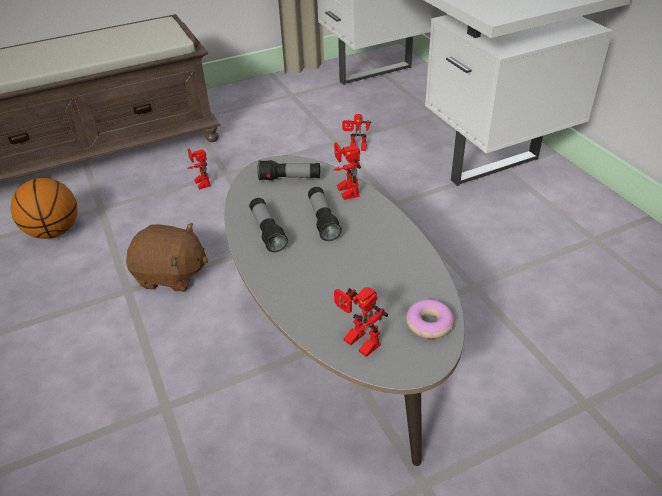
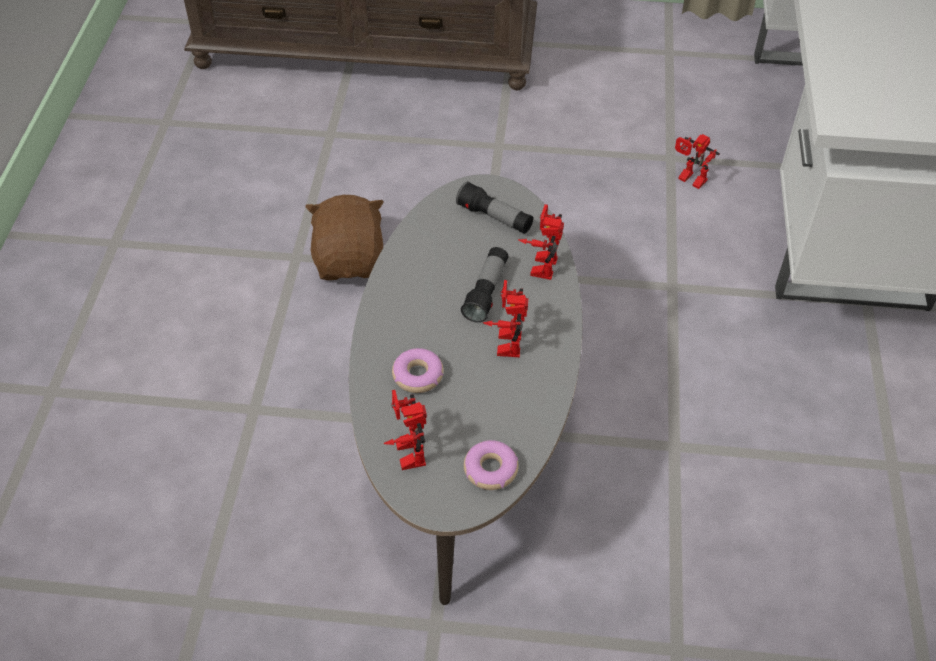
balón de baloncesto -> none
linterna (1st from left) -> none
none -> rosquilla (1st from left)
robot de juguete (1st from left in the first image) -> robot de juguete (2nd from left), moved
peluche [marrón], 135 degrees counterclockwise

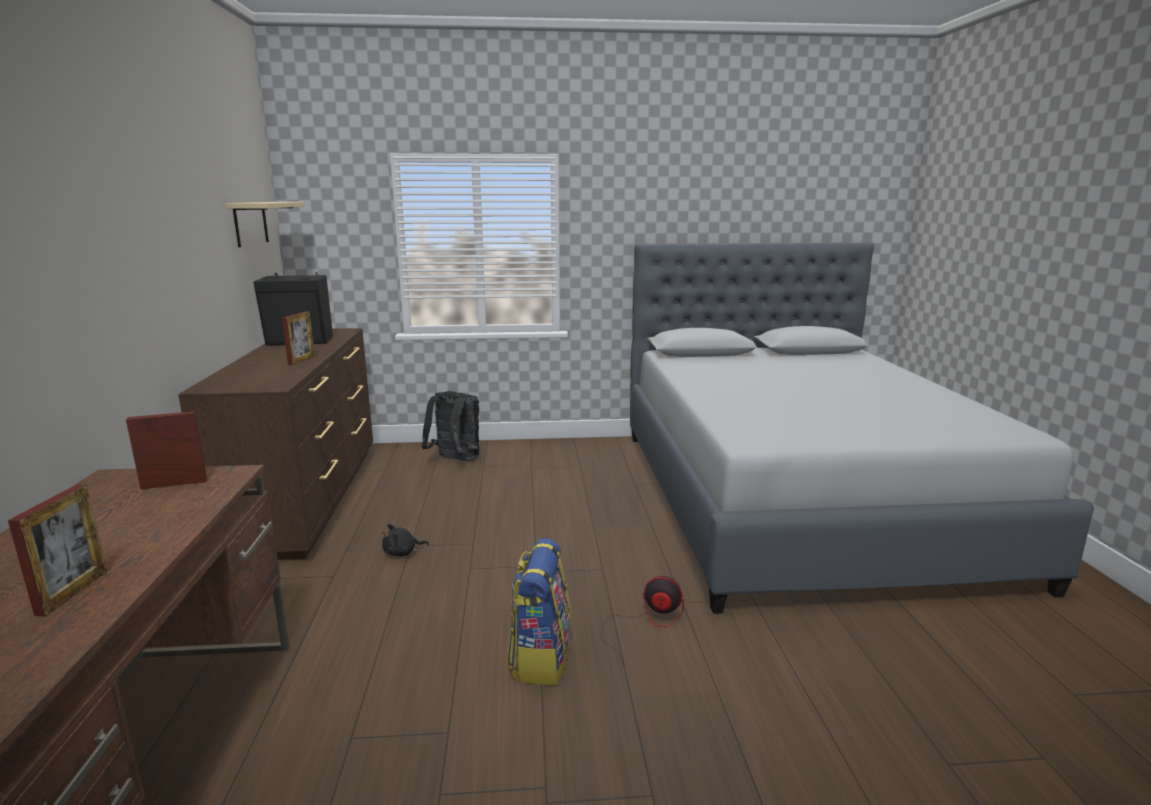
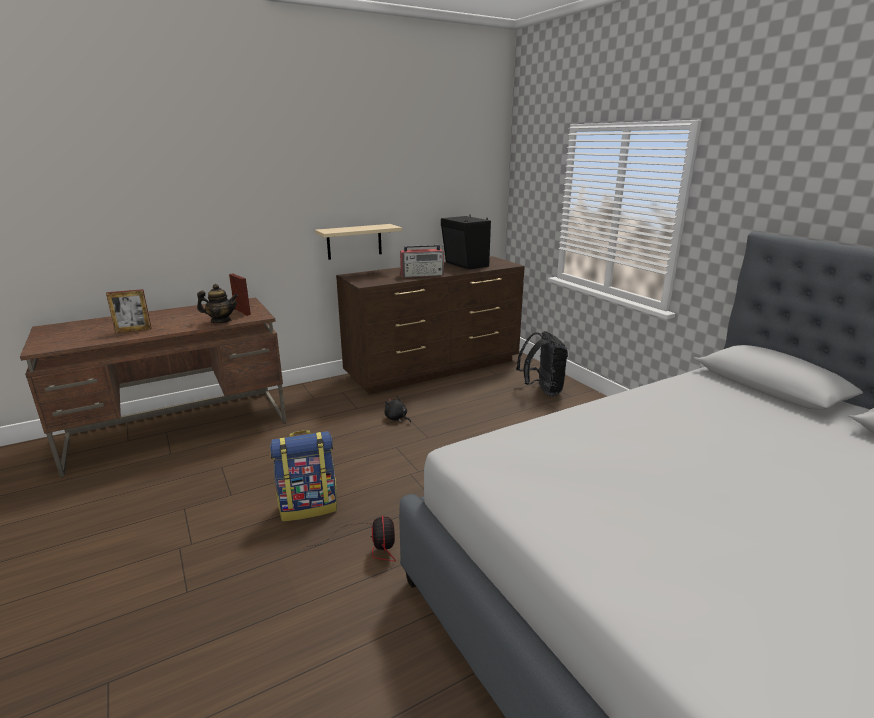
none -> tetera
estante [beis], moved
portarretratos (3rd from left) -> radio

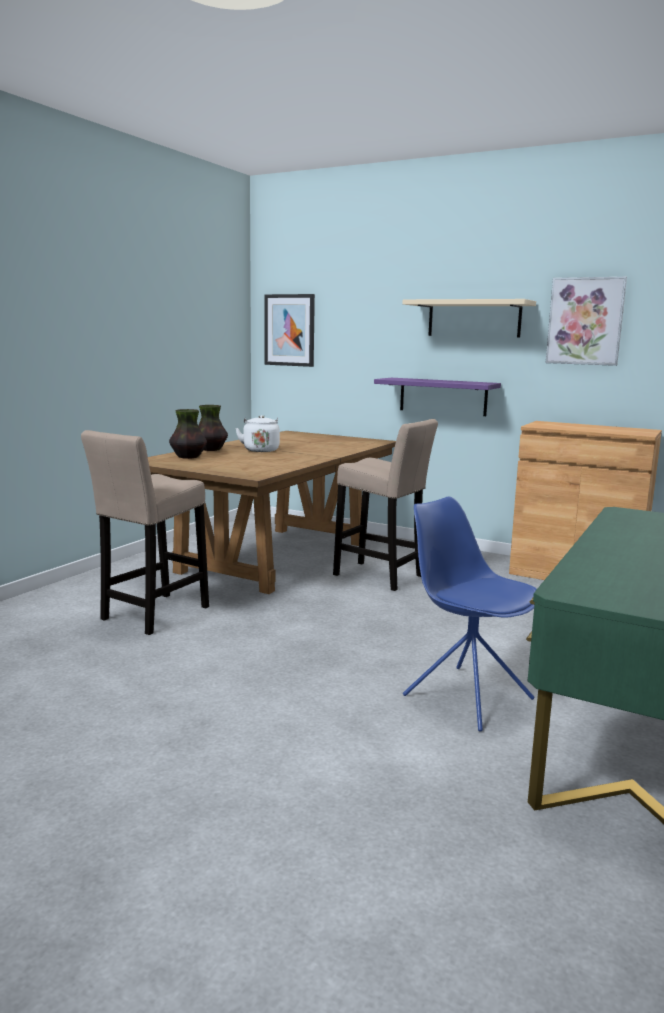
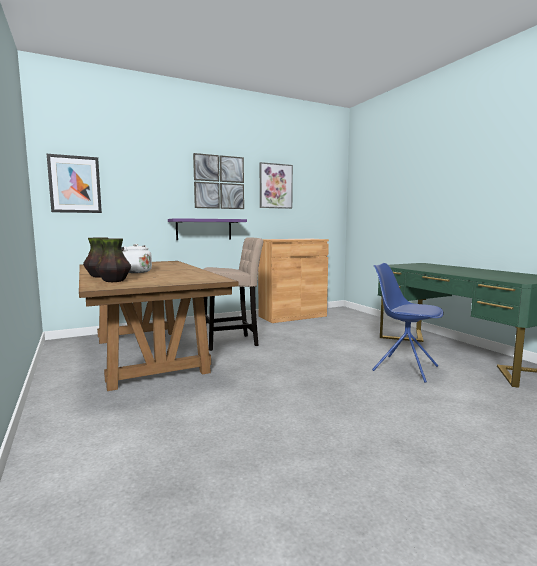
taburete [beis] (1st from left) -> none
estante [beis] -> cuadro (2nd from left)
silla [azul], 45 degrees clockwise

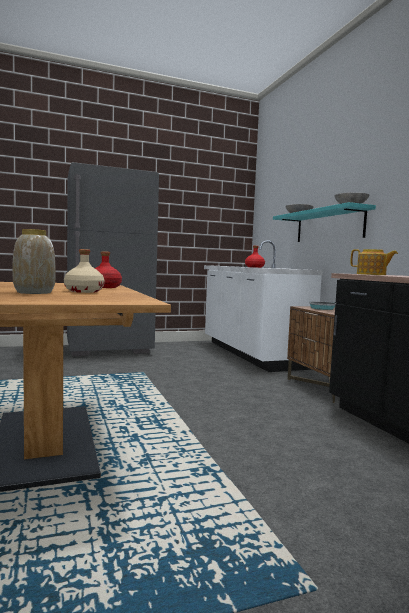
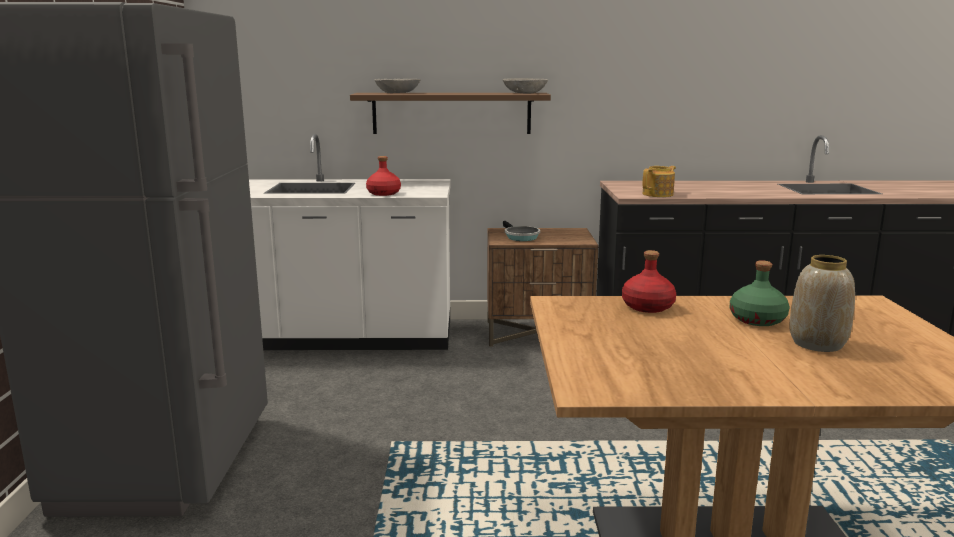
botella [beis] -> botella [verde]
estante [turquesa] -> estante [marrón]

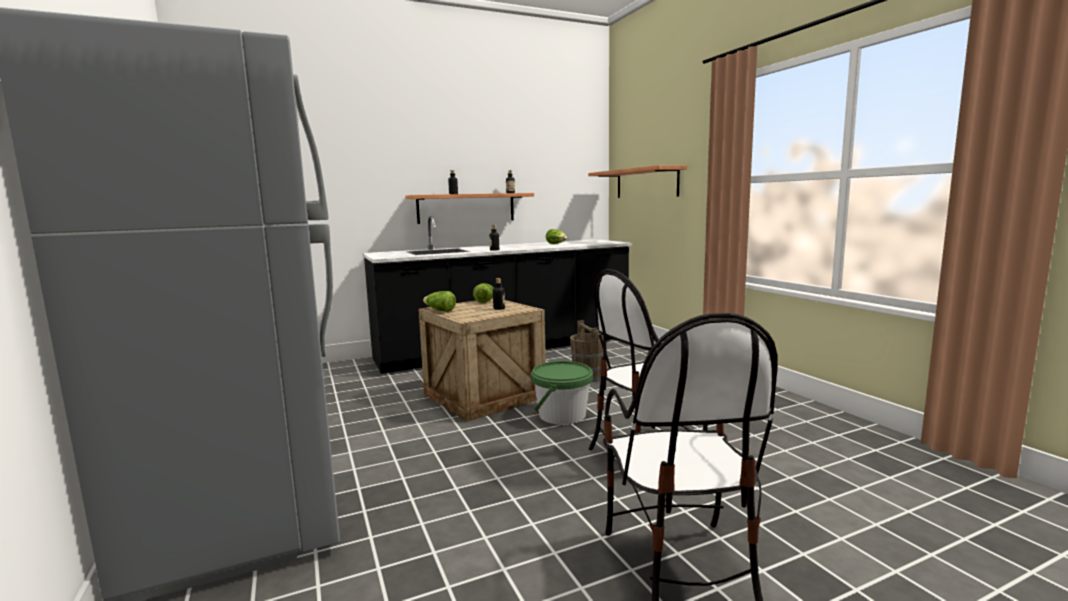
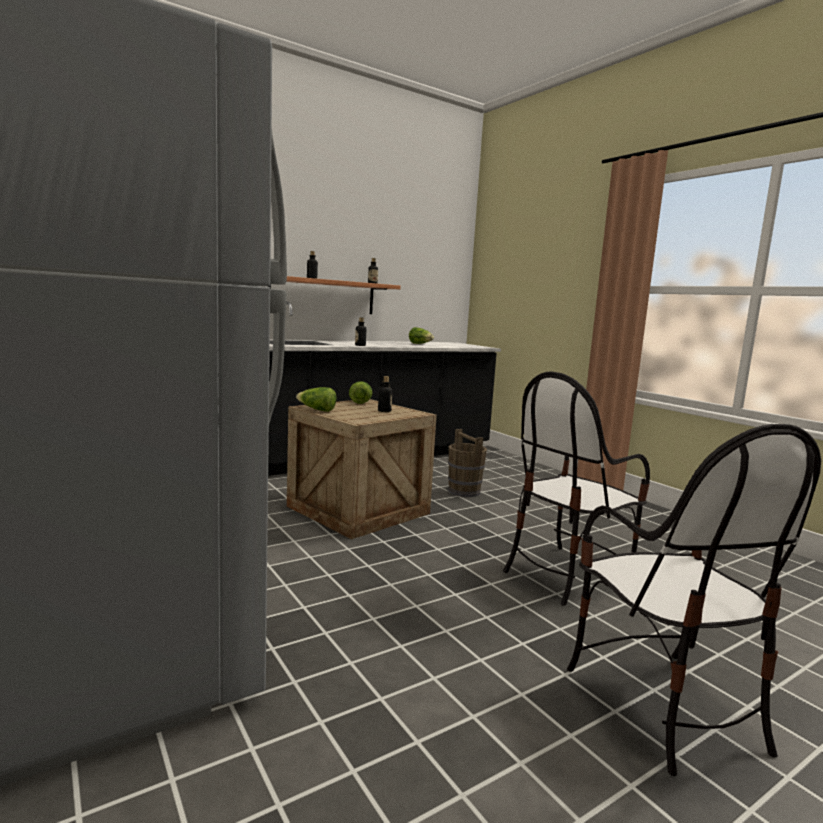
cubo [verde] -> none
estante (2nd from left) -> none

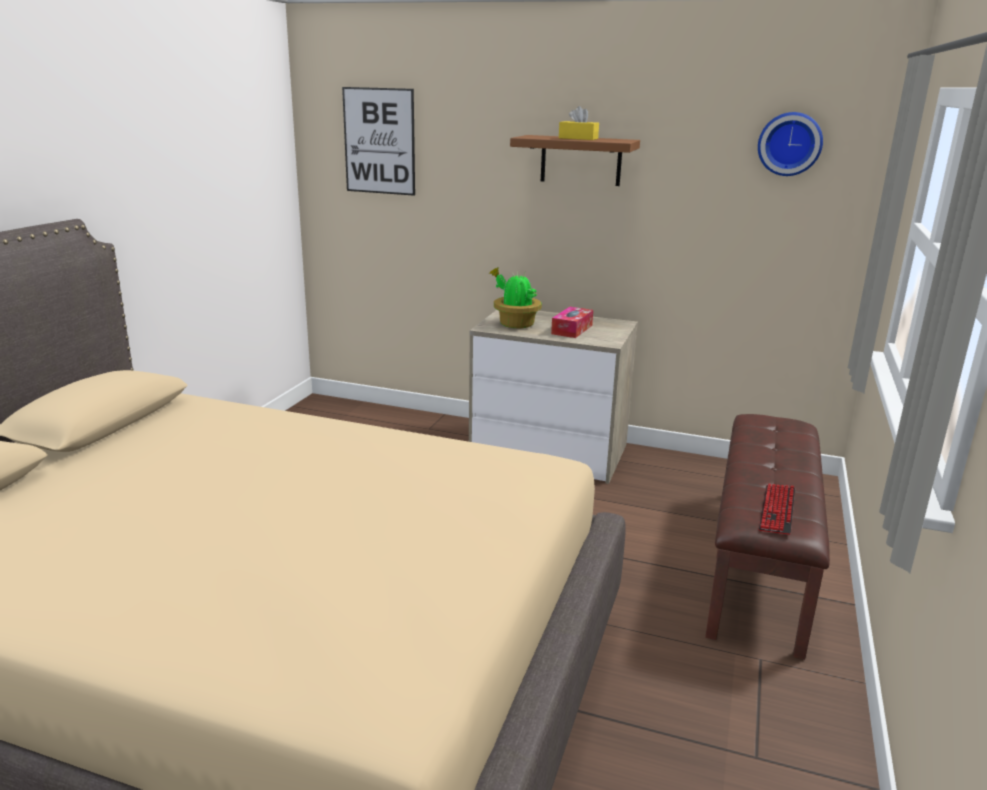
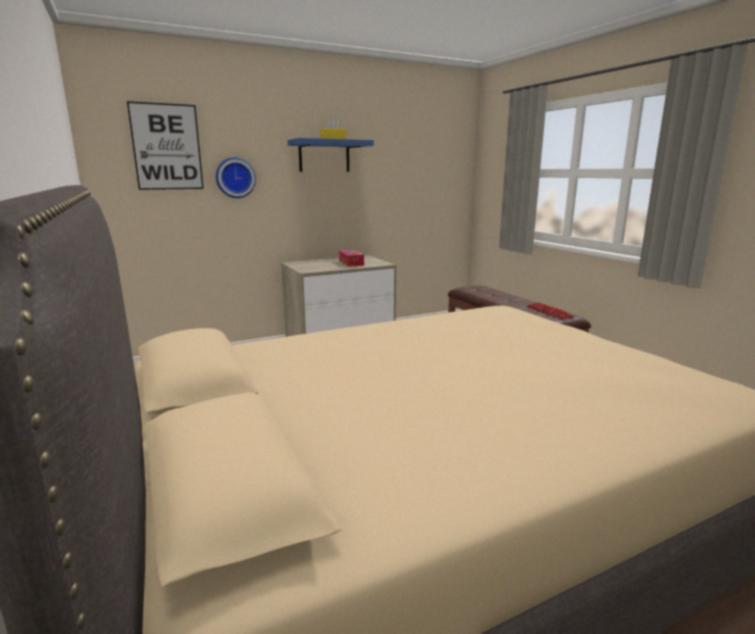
planta en maceta -> none
reloj de pared, moved
estante [marrón] -> estante [azul]

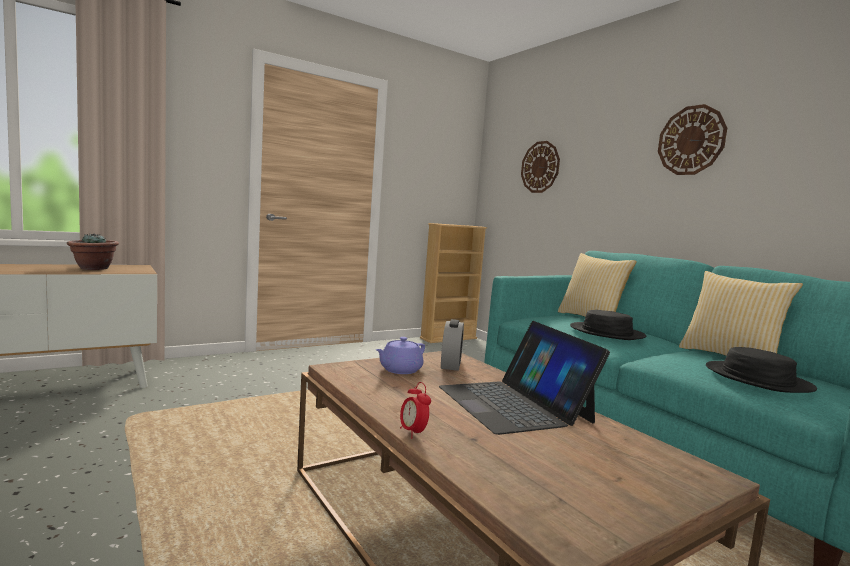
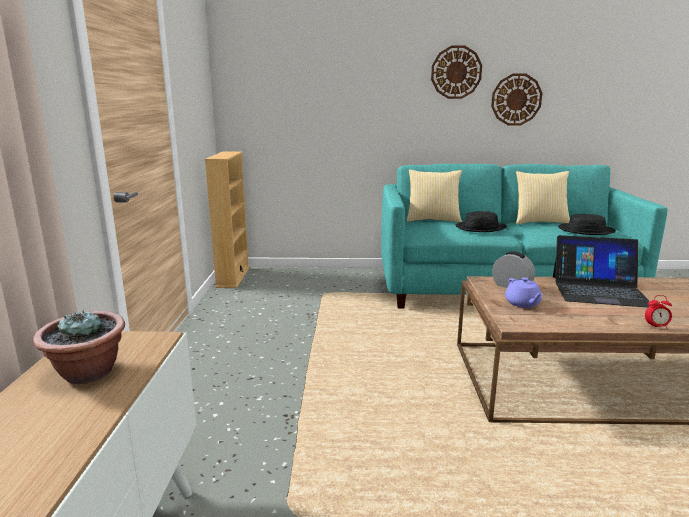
reloj de pared (1st from left in the first image) -> reloj de pared (2nd from left), moved

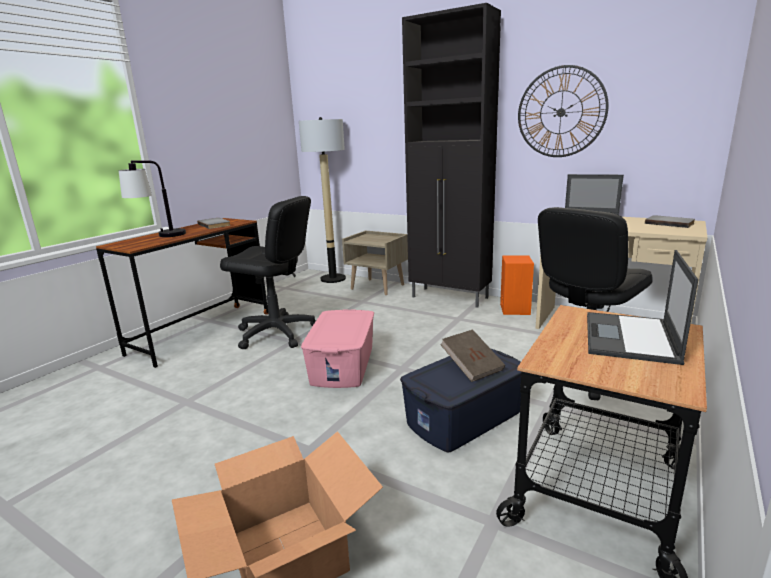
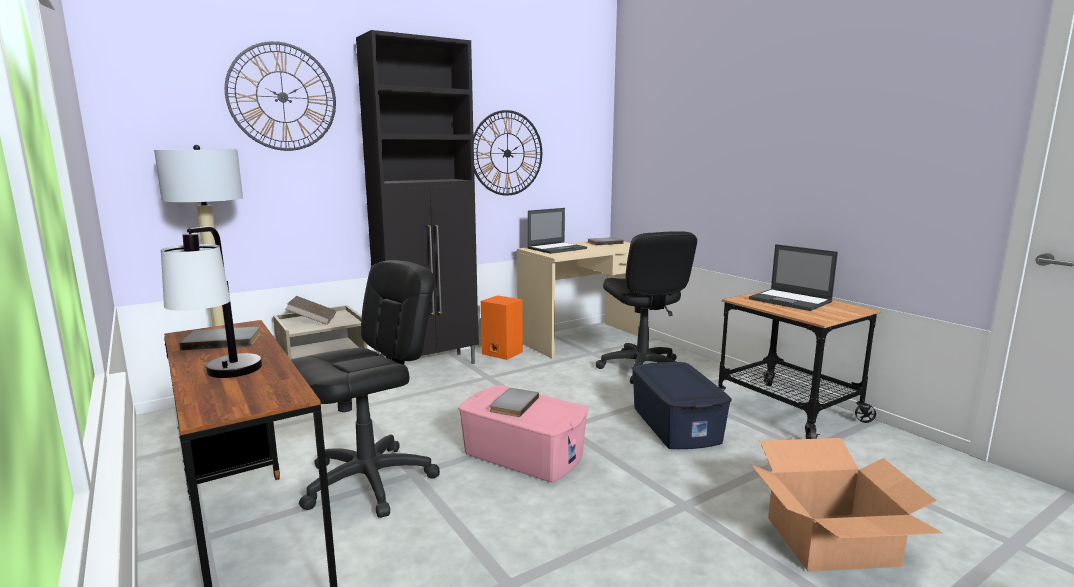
none -> reloj de pared (1st from left)
none -> libro [gris] (2nd from left)
libro [marrón], moved

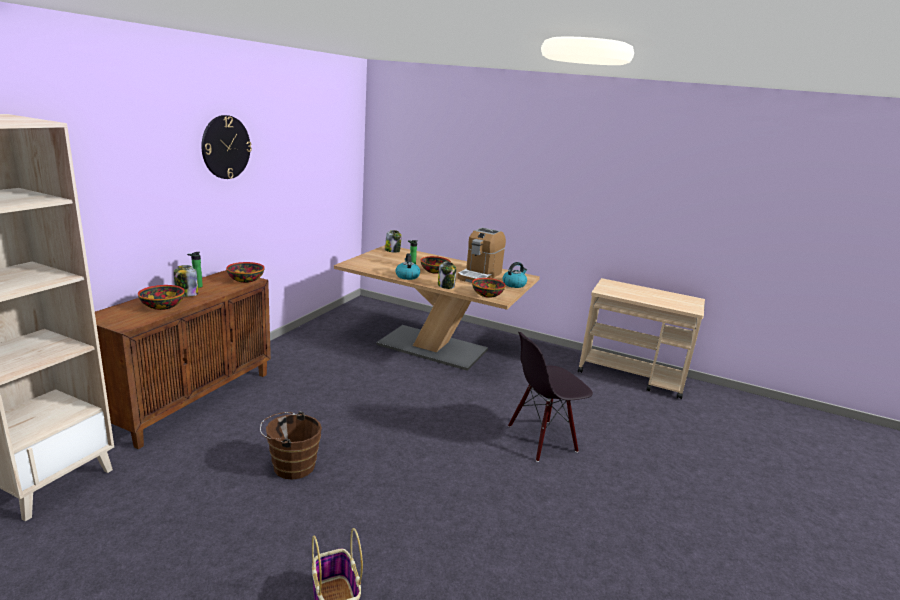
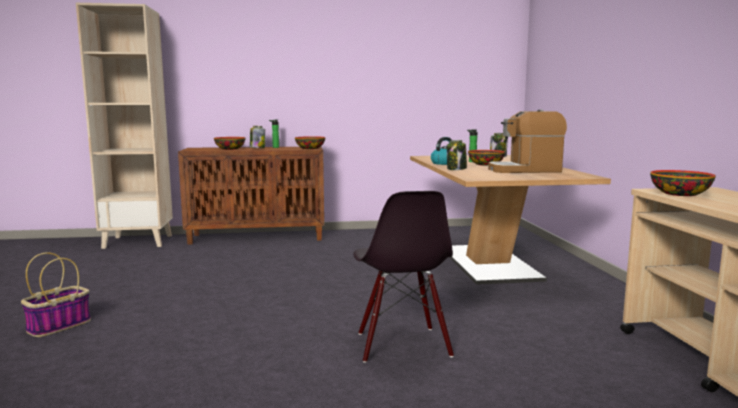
reloj de pared -> none
cubo [marrón] -> none
hervidor (2nd from left) -> none
cuenco (4th from left), moved
silla [negro], 135 degrees counterclockwise

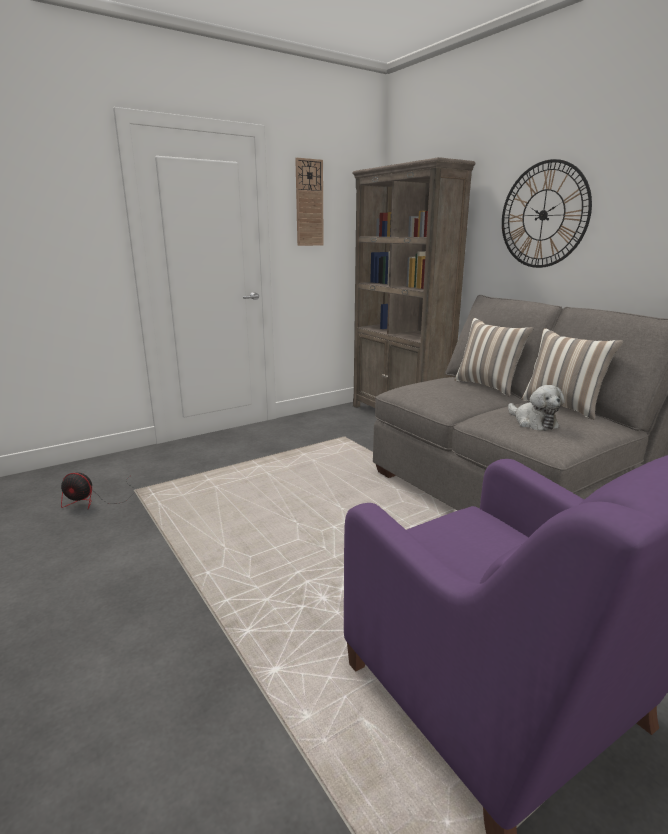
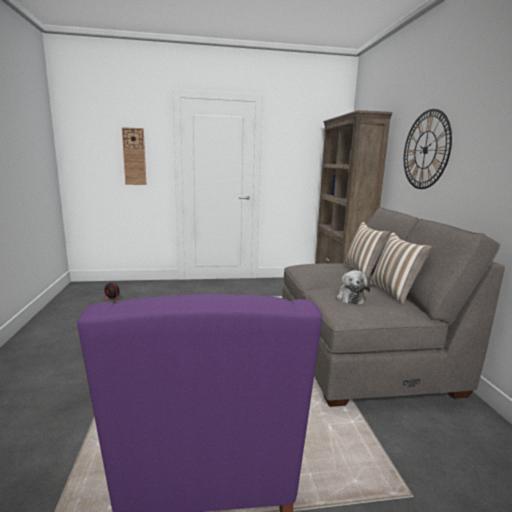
reloj de pared (1st from left), moved

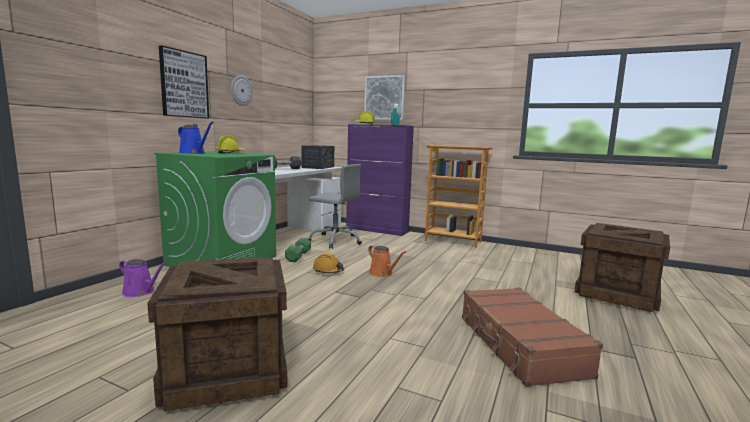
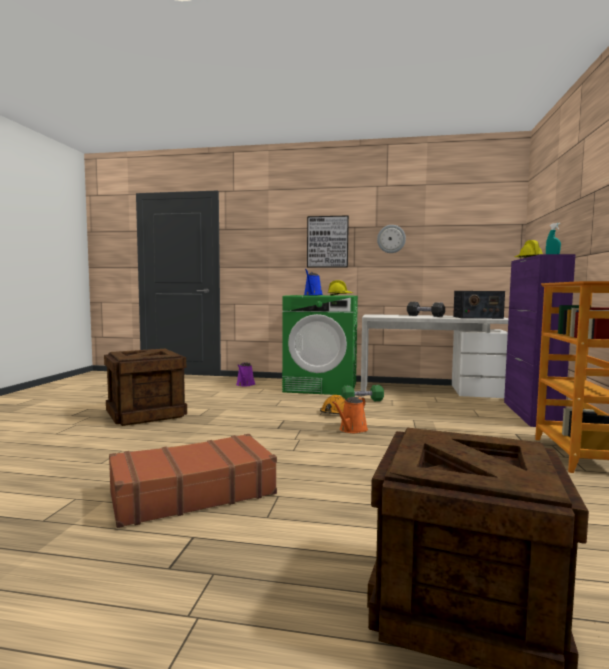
silla de oficina [gris] -> none
cuadro (2nd from left) -> none

